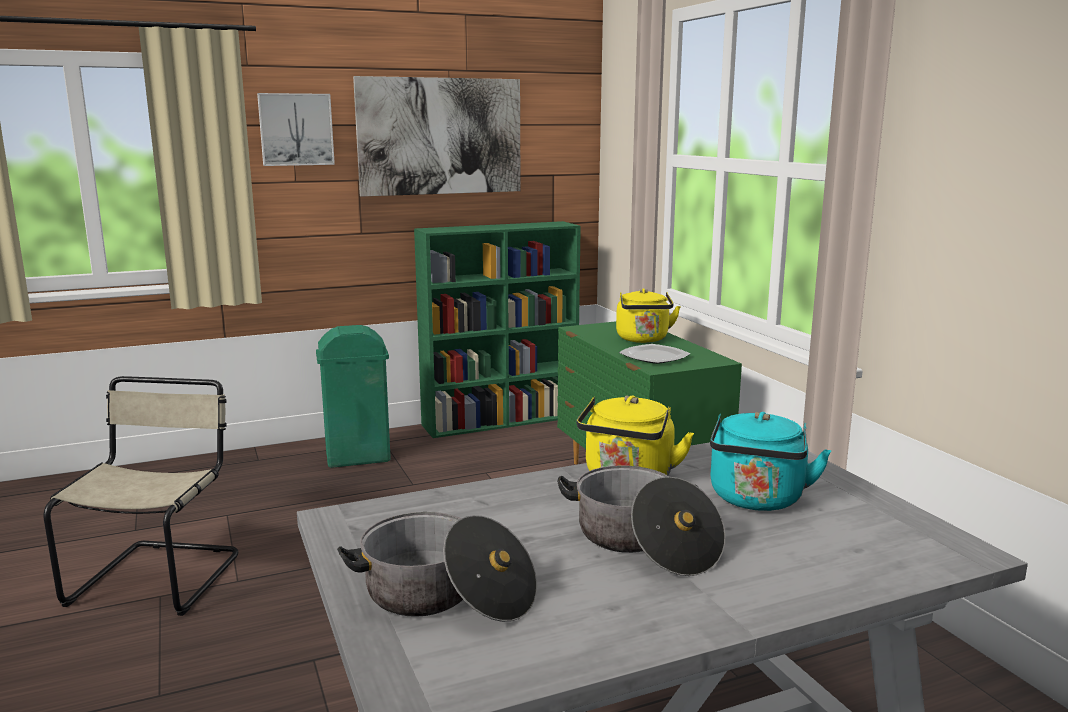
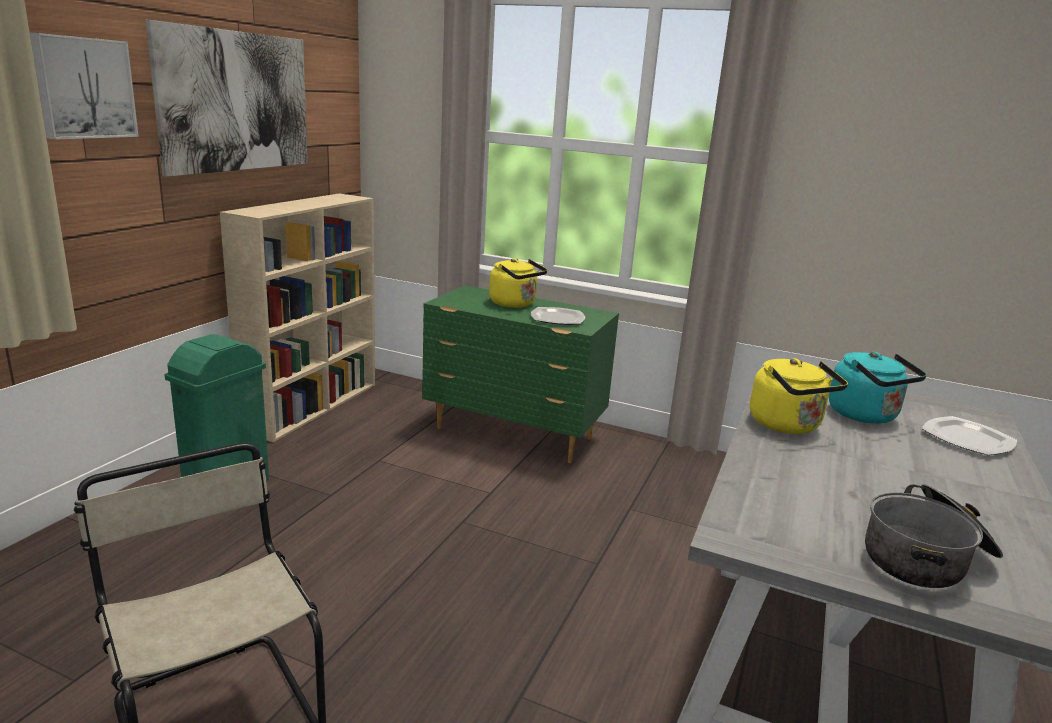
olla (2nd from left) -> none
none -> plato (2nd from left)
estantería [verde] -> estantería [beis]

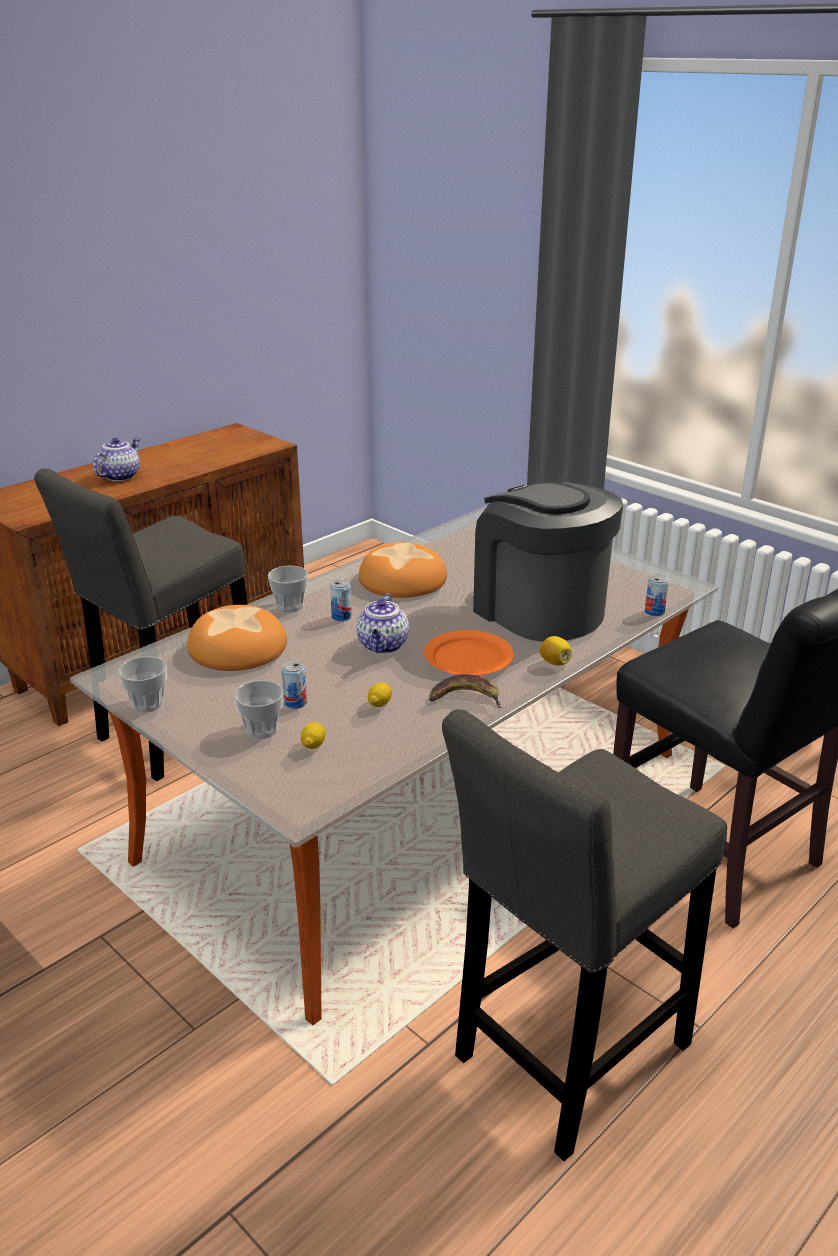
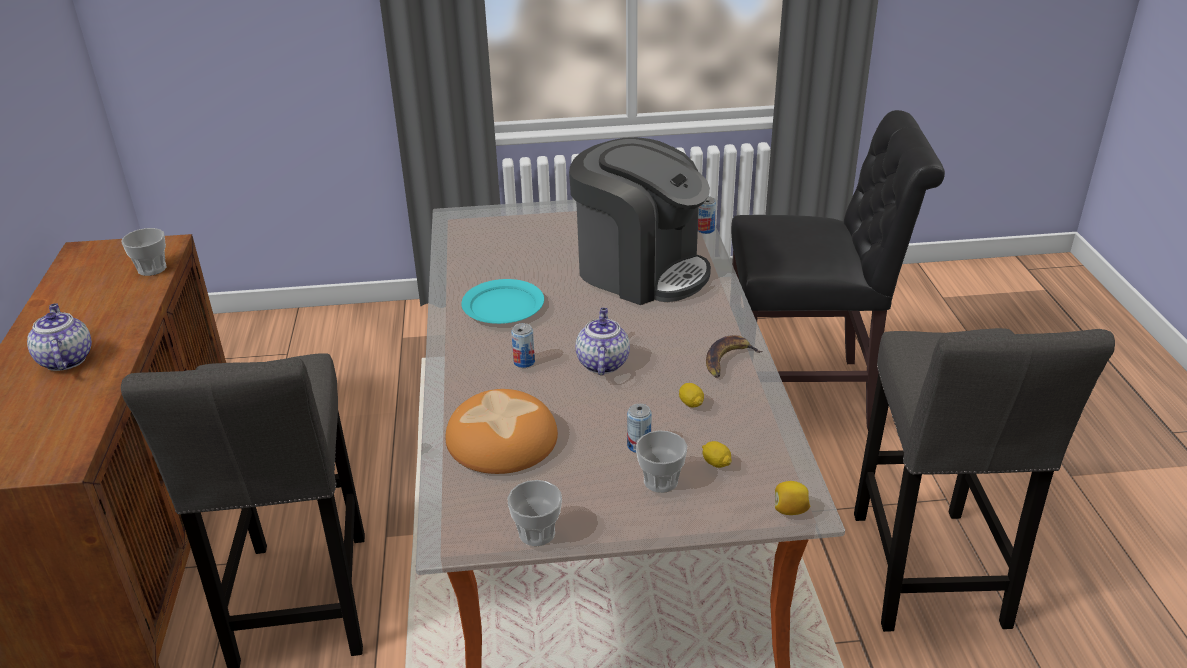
plato [naranja] -> none
taza (3rd from left in the first image) -> taza (1st from left), moved
limón (3rd from left), moved
pan (2nd from left) -> plato [turquesa]
tetera (2nd from left), 135 degrees counterclockwise
cafetera, 150 degrees counterclockwise

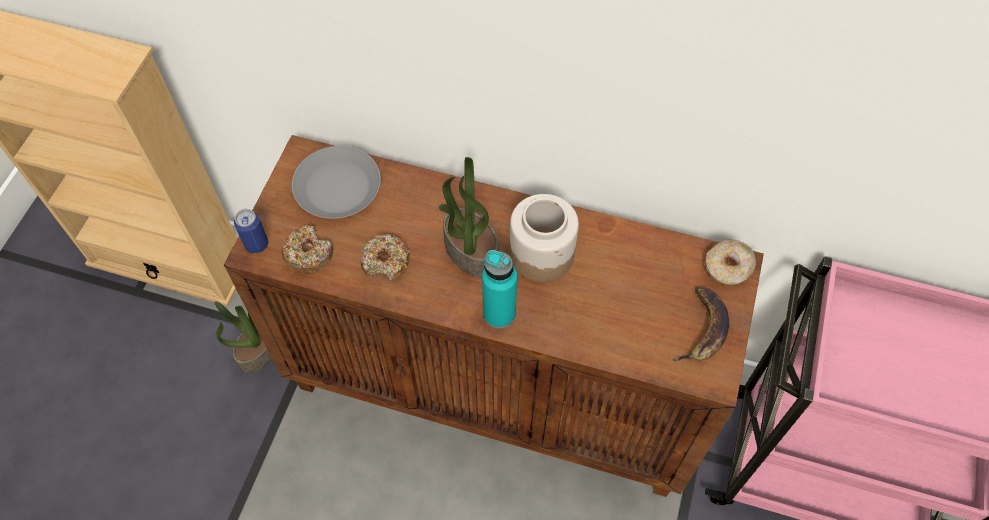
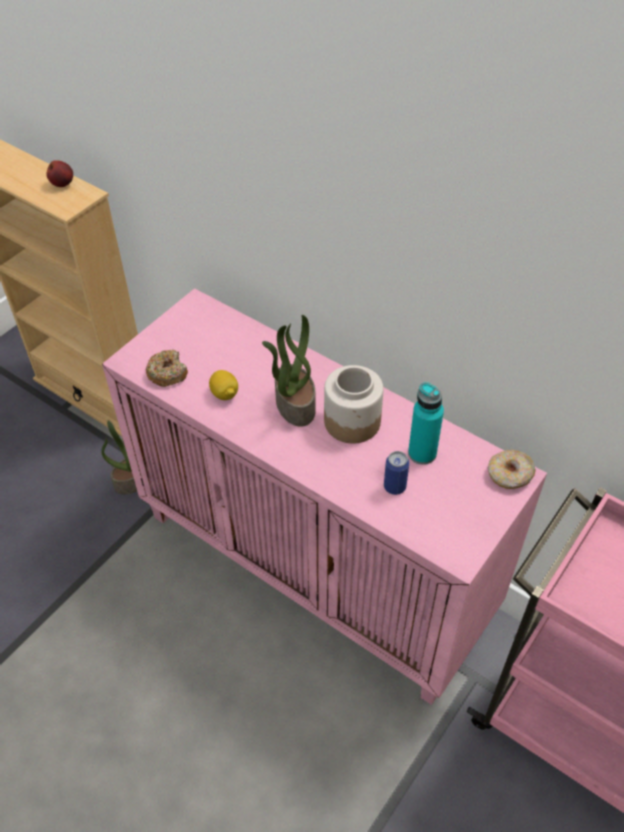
plato [gris] -> none
plátano -> none
none -> manzana
lata, moved
botella [turquesa], moved
rosquilla (2nd from left) -> limón
armario [marrón] -> armario [rosa]

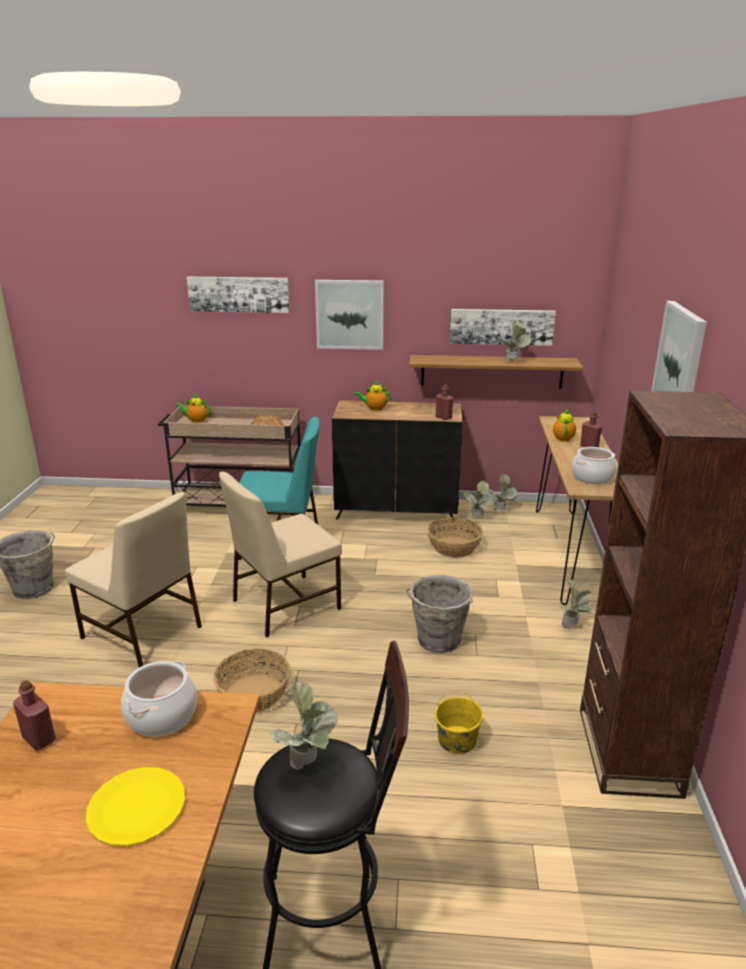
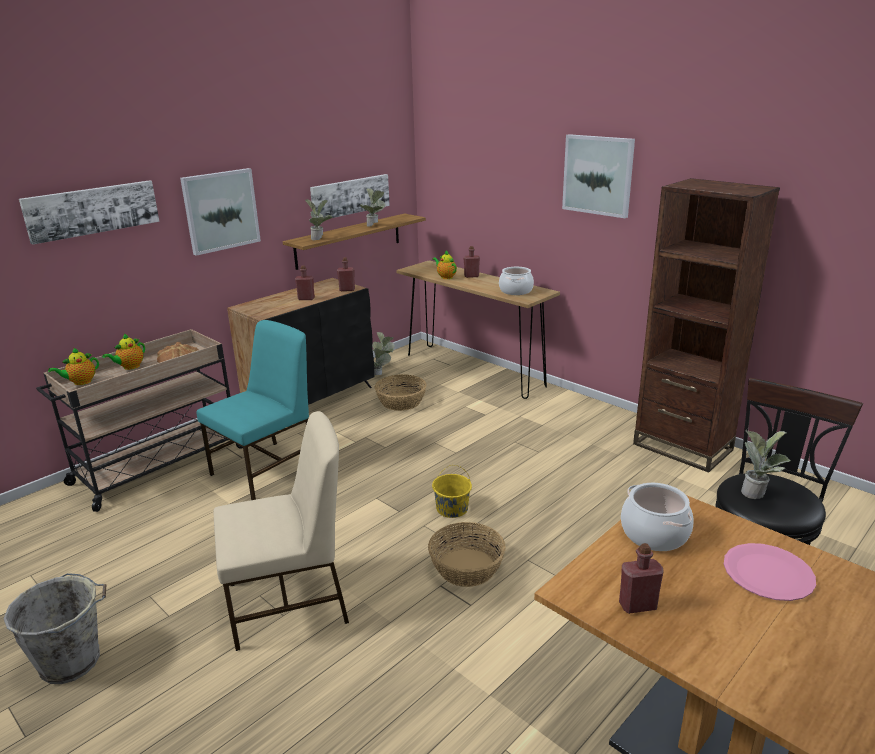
silla [beis] (2nd from left) -> none
cubo [gris] (2nd from left) -> none
none -> botella [rojo] (1st from left)
tetera (2nd from left), moved
cubo [amarillo], moved
planta en maceta (5th from left in the first image) -> planta en maceta (1st from left), moved
plato [amarillo] -> plato [rosa]

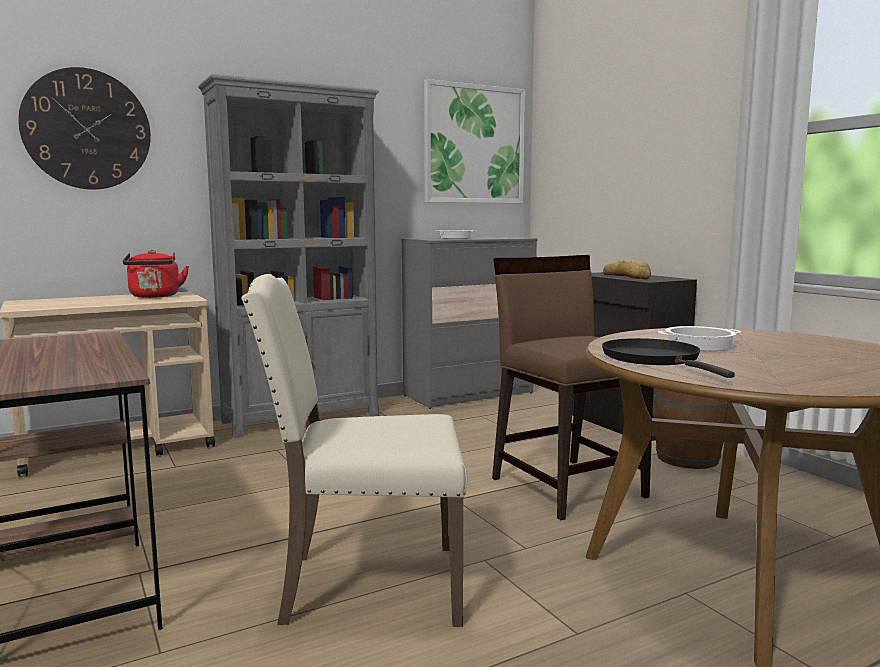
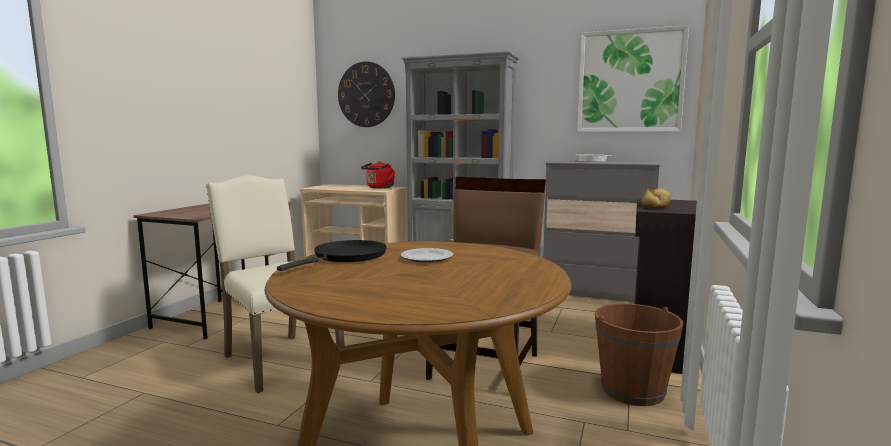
olla (2nd from left) -> plato

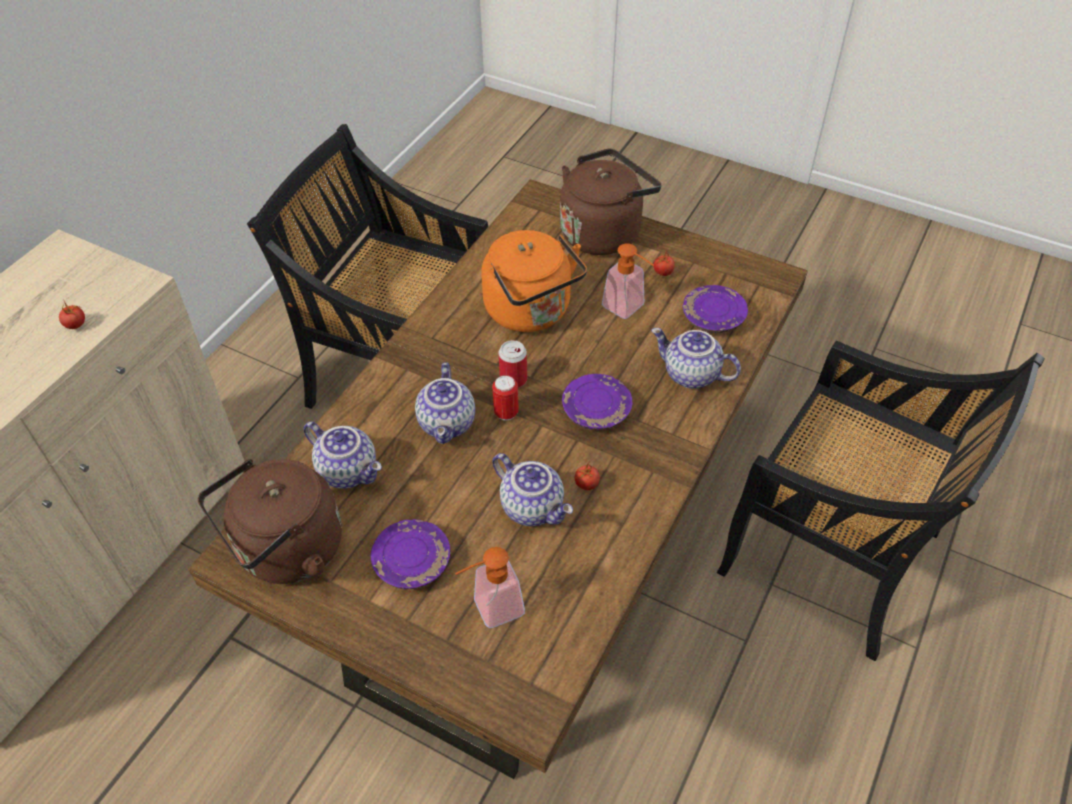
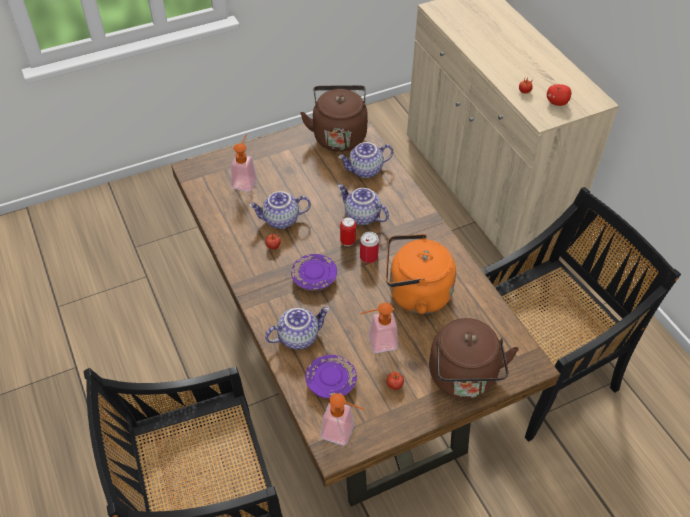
plato [morado] (1st from left) -> none
none -> dispensador de jabón (2nd from left)
none -> manzana

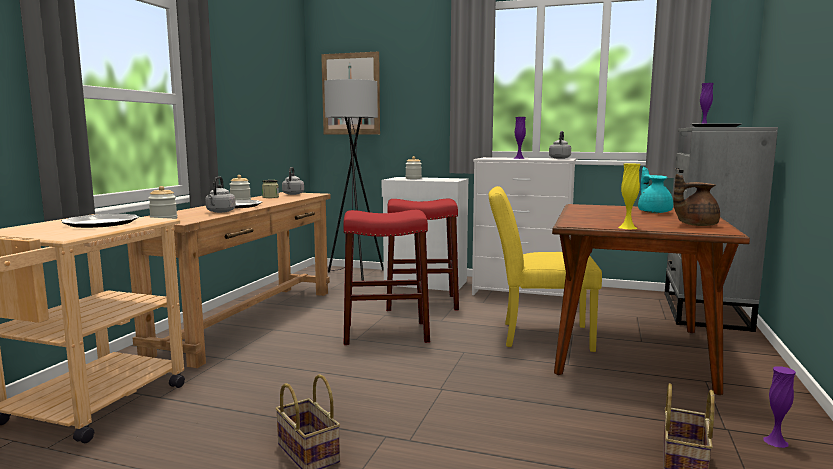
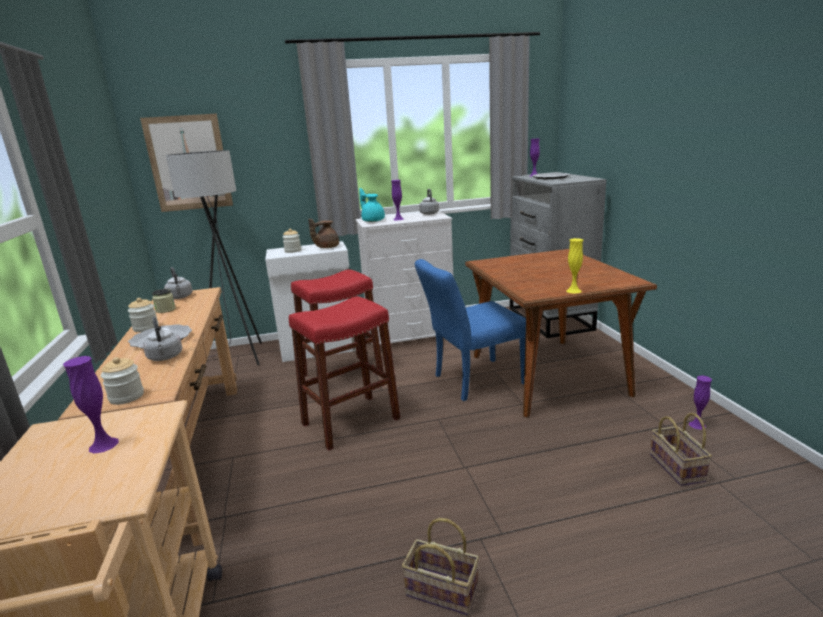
tetera [turquesa], moved
tetera [marrón], moved
plato (1st from left) -> florero [morado] (1st from left)
silla [amarillo] -> silla [azul]

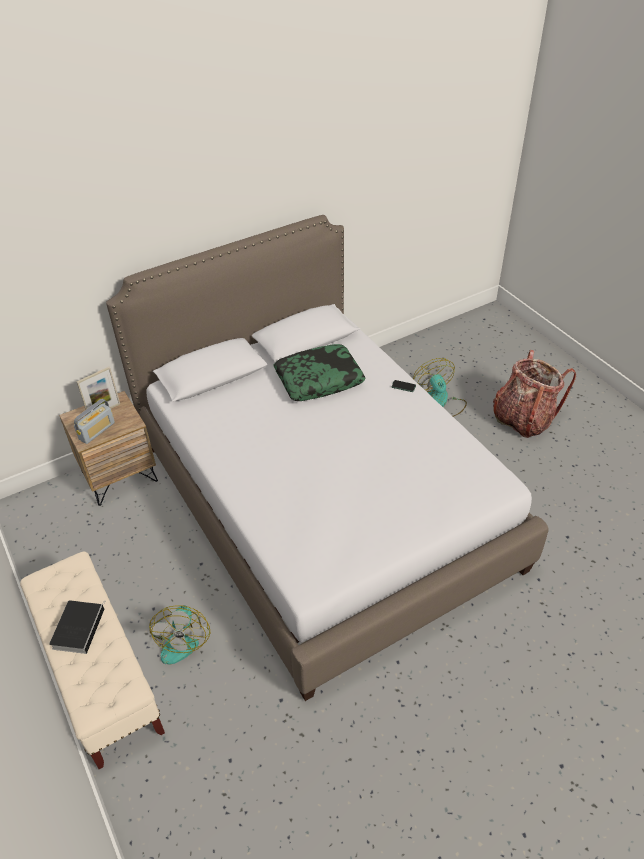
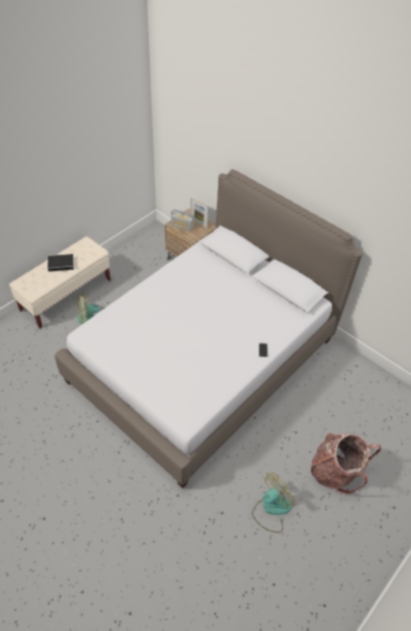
cojín -> none
ventilador (2nd from left), moved

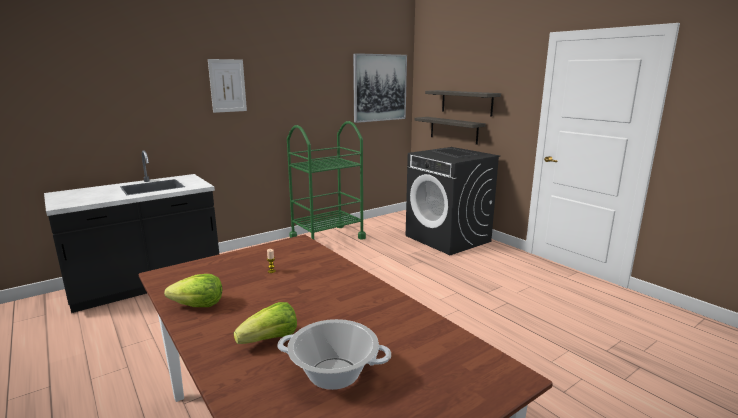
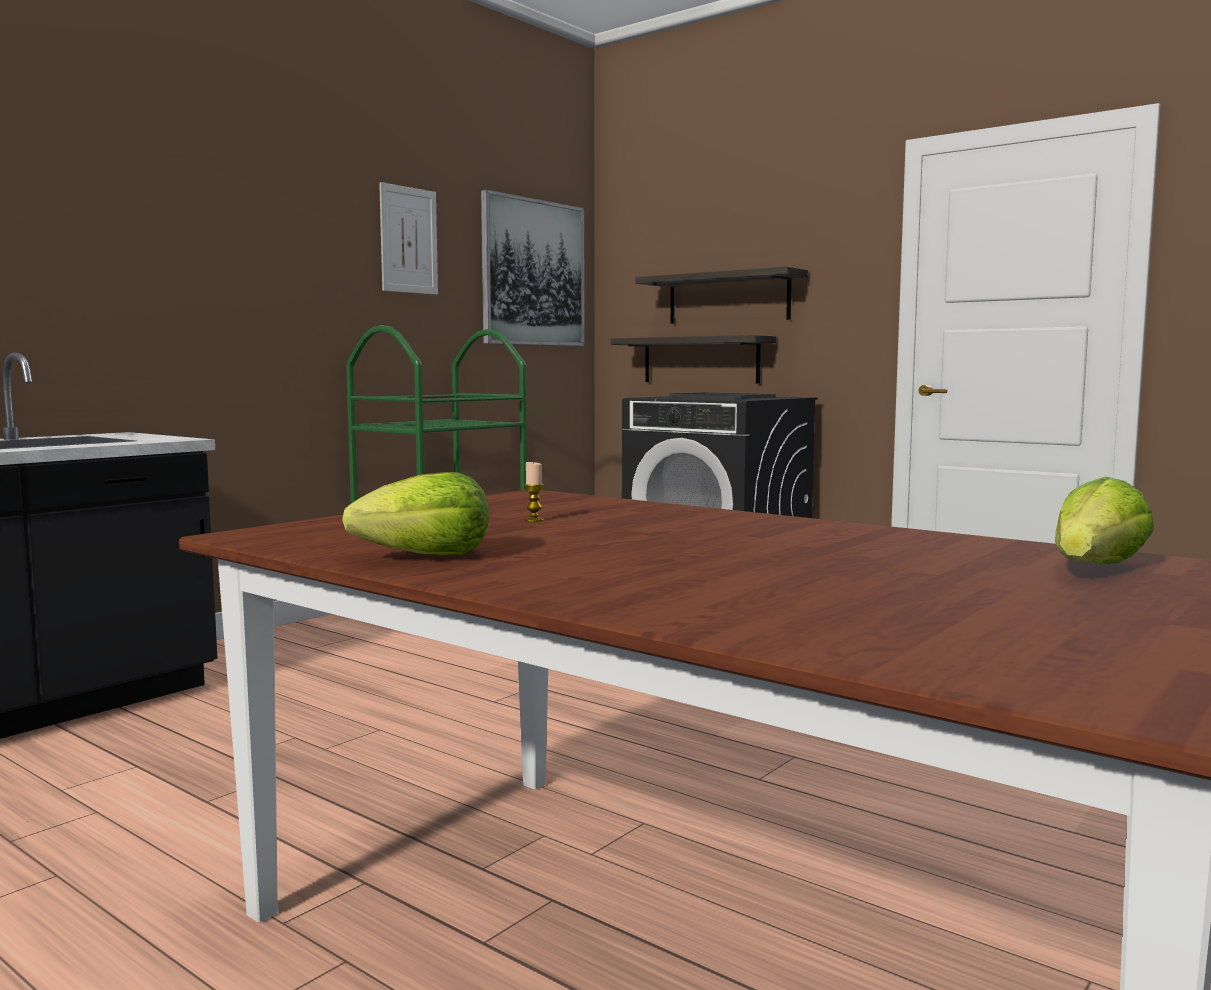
olla -> none
cuadro (1st from left), moved
lechuga (2nd from left), moved

